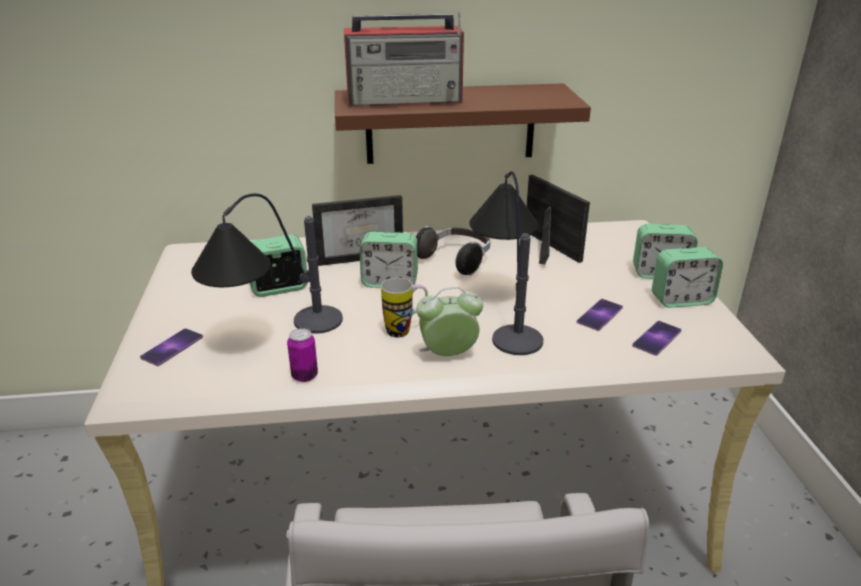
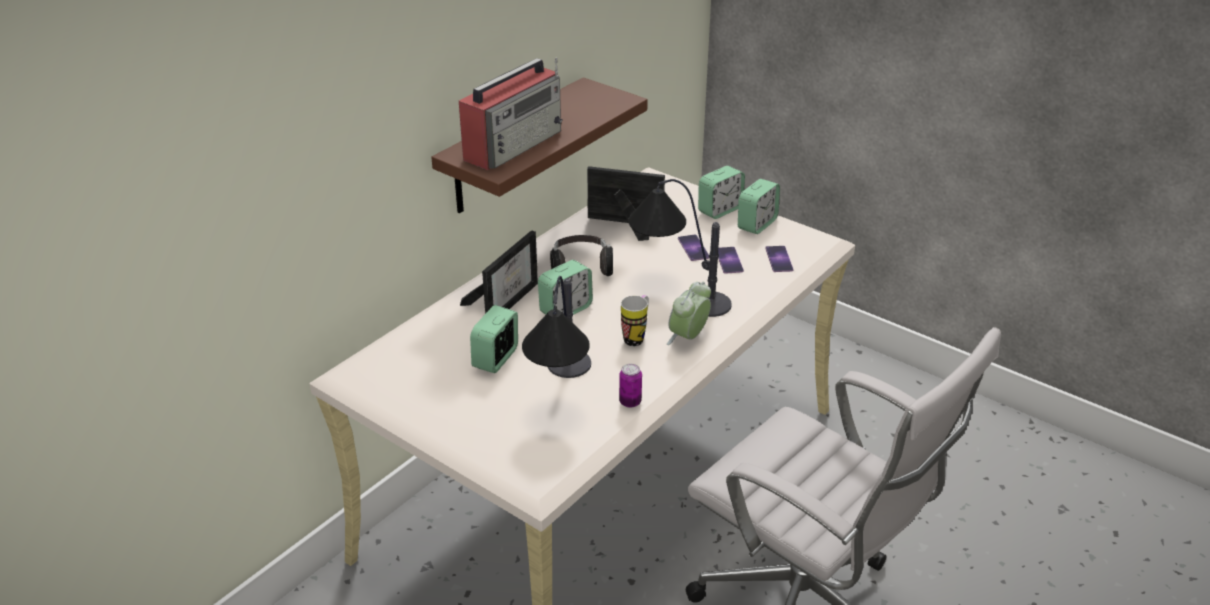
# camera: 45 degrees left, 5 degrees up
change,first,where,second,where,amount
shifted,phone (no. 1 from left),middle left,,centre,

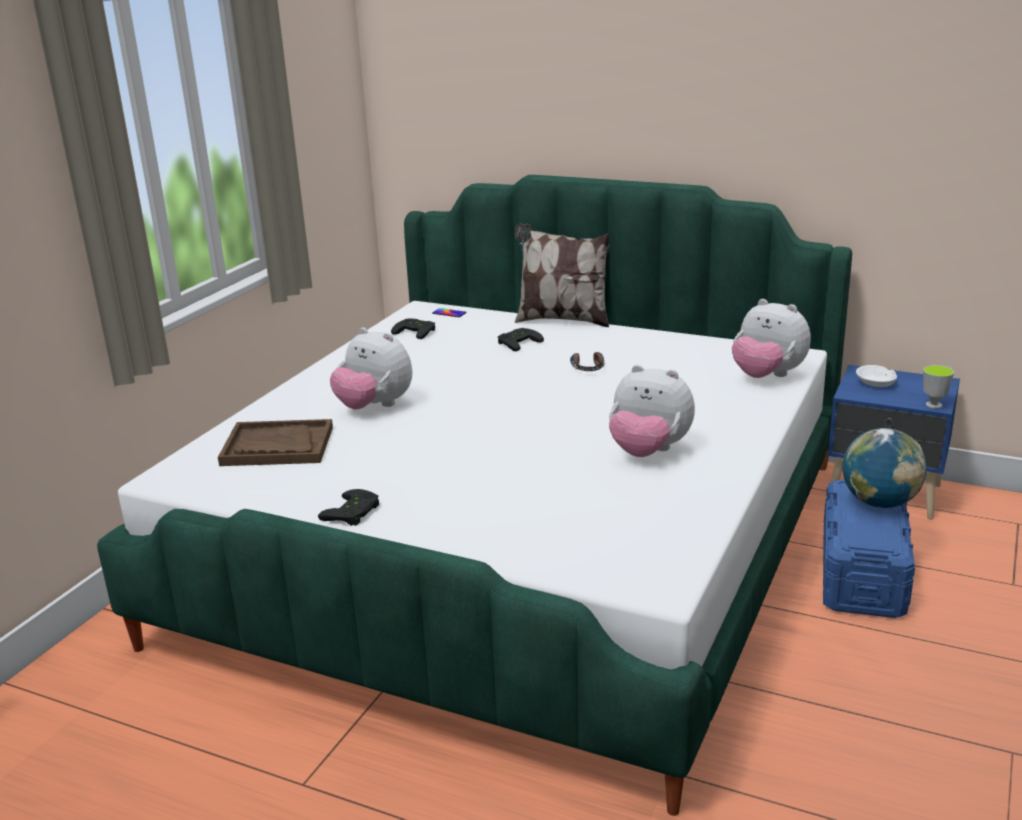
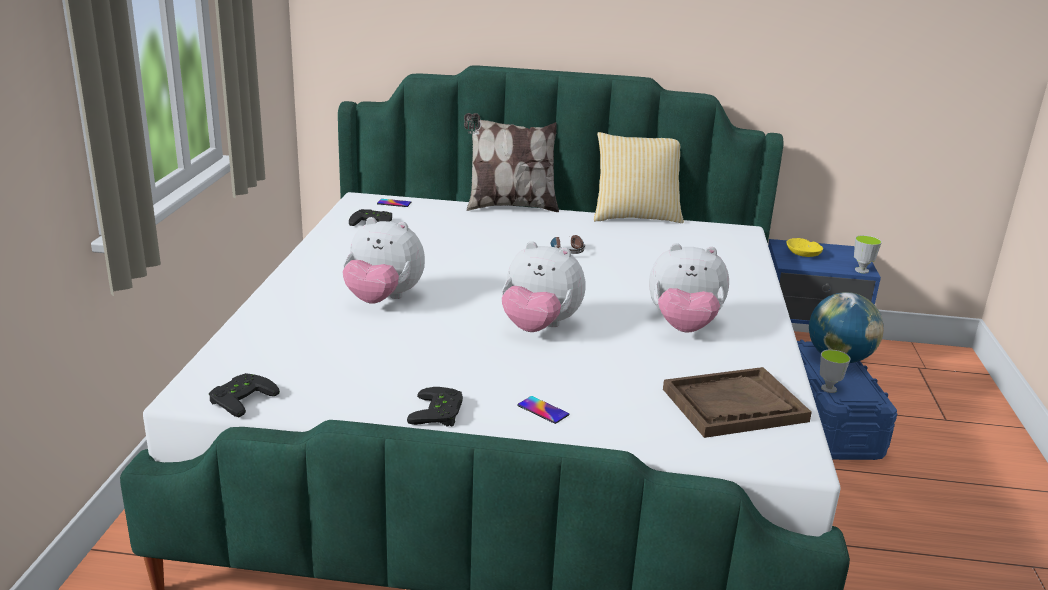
# camera: 20 degrees left, 0 degrees up
change,first,where,second,where,amount
new,,,phone (no. 2 from left),bottom centre,
new,,,pillow (no. 2 from left),top centre,
new,,,cup (no. 1 from left),middle right,
shifted,brown tray,middle left,,bottom right,
shifted,black game controller (no. 3 from left in the first image),centre,black game controller (no. 1 from left),bottom left,
shifted,plush toy (no. 3 from left in the first image),middle right,plush toy (no. 2 from left),centre,
repainted,white bowl,middle right,yellow bowl,middle right,

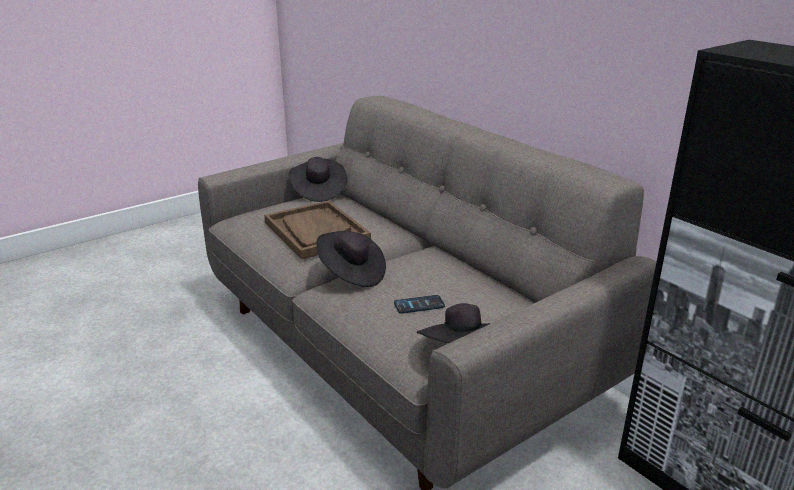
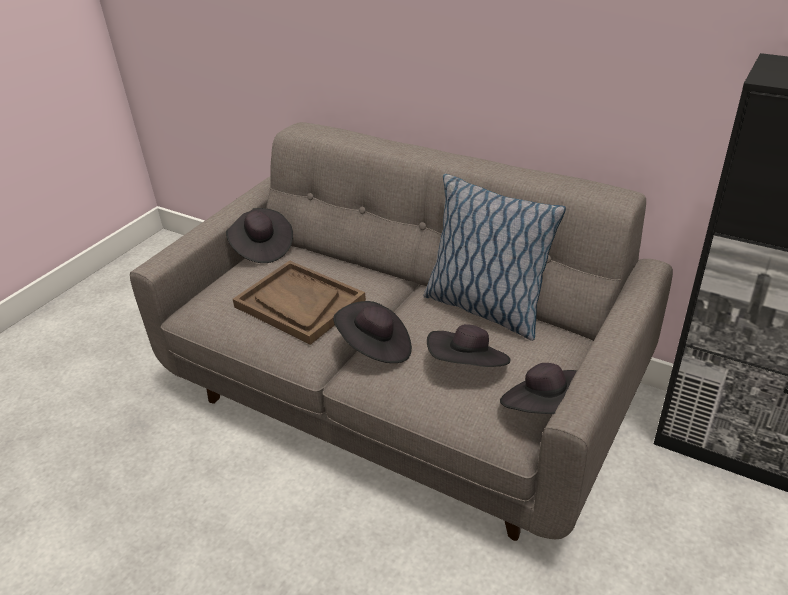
# camera: 20 degrees left, 10 degrees up
change,first,where,second,where,amount
new,,,pillow,centre,
swapped,phone,centre,black hat (no. 3 from left),centre,

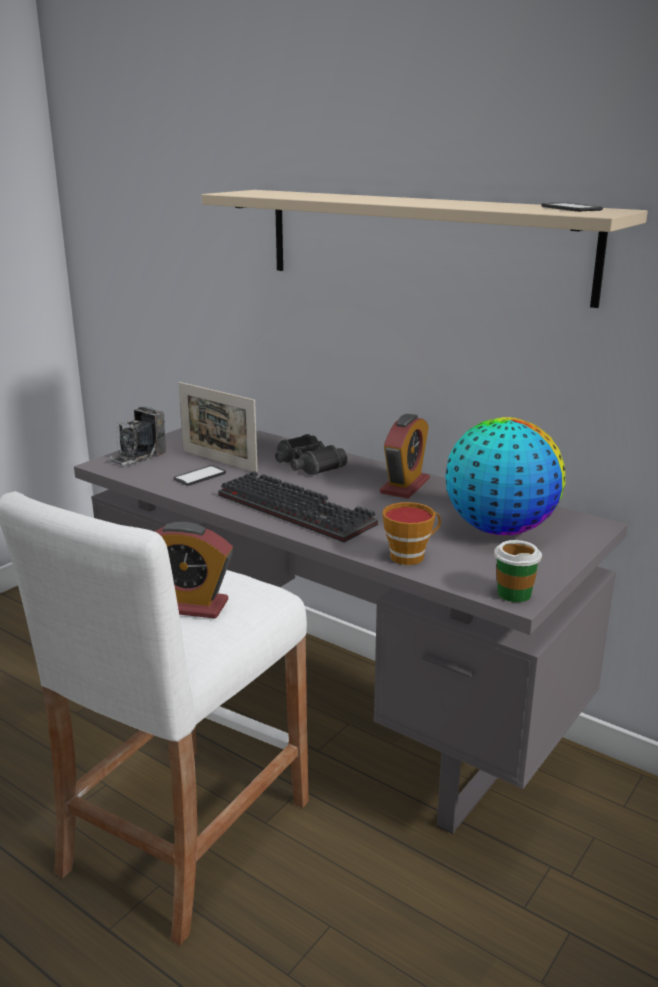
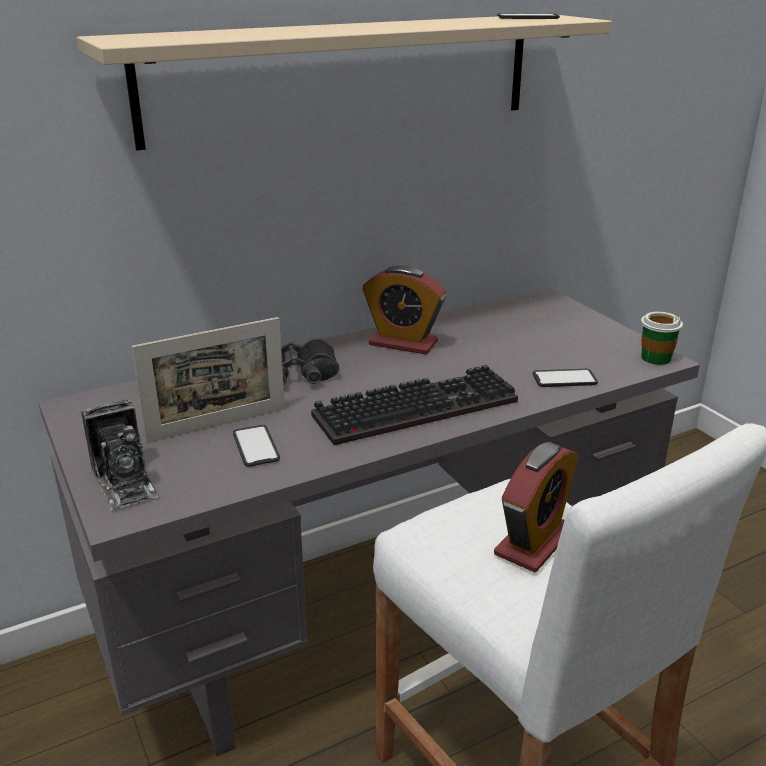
# camera: 65 degrees left, 5 degrees up
change,first,where,second,where,amount
gone,globe,middle right,,,
swapped,cup (no. 1 from left),centre,phone (no. 3 from left),middle right,
rotated,alarm clock (no. 2 from left in the first image),centre,alarm clock (no. 1 from left),centre,150 degrees clockwise

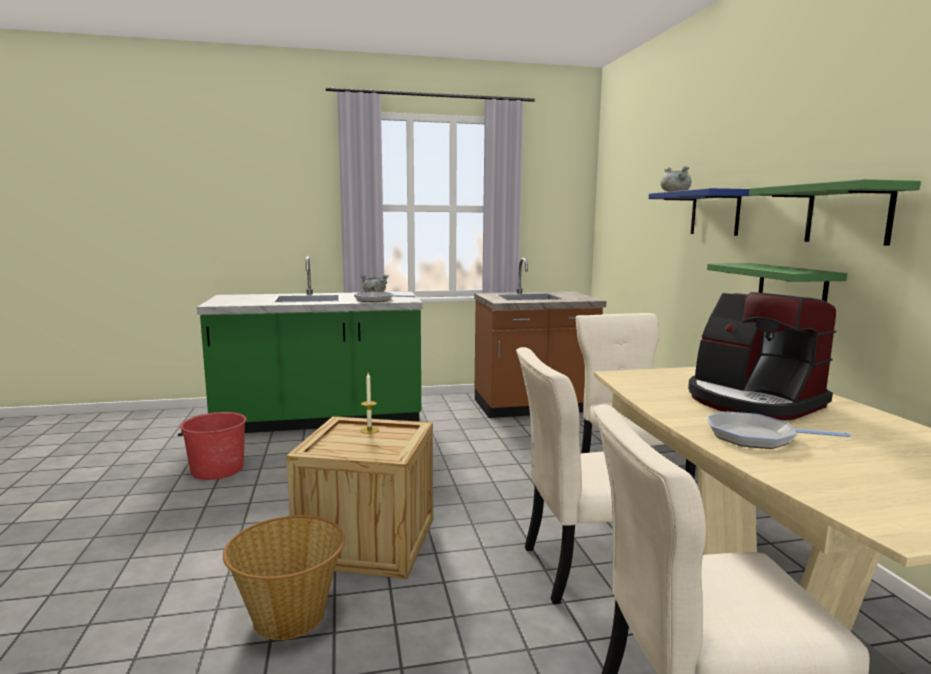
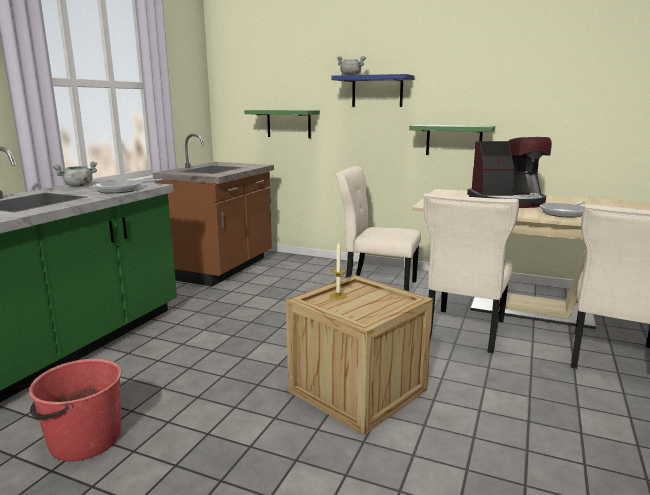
# camera: 55 degrees left, 5 degrees up
change,first,where,second,where,amount
gone,basket,bottom left,,,
shifted,green shelf (no. 2 from left in the first image),top right,green shelf (no. 1 from left),top centre,

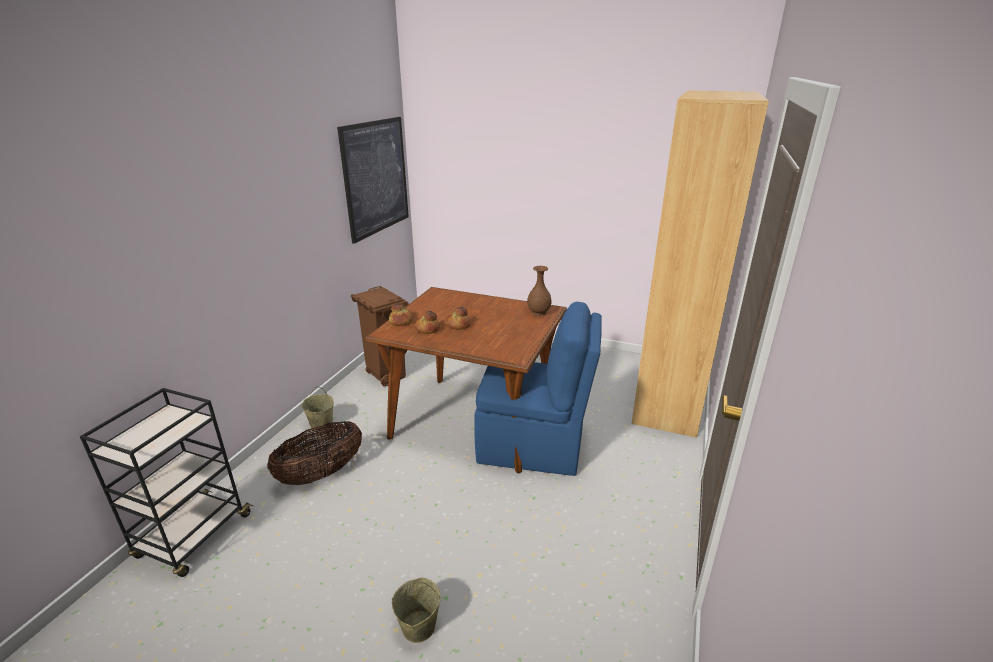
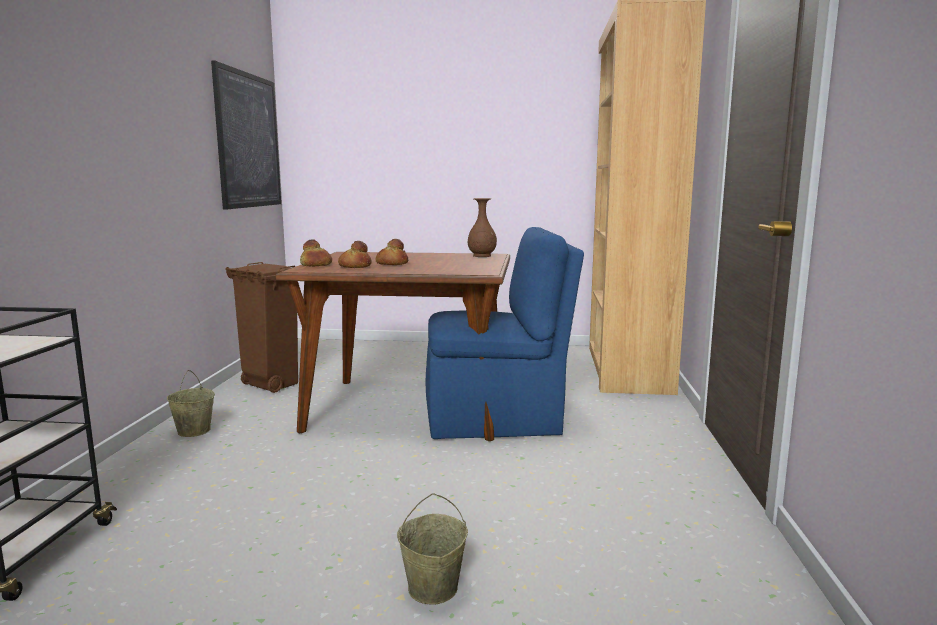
# camera: 15 degrees left, 15 degrees down
change,first,where,second,where,amount
gone,basket,bottom left,,,

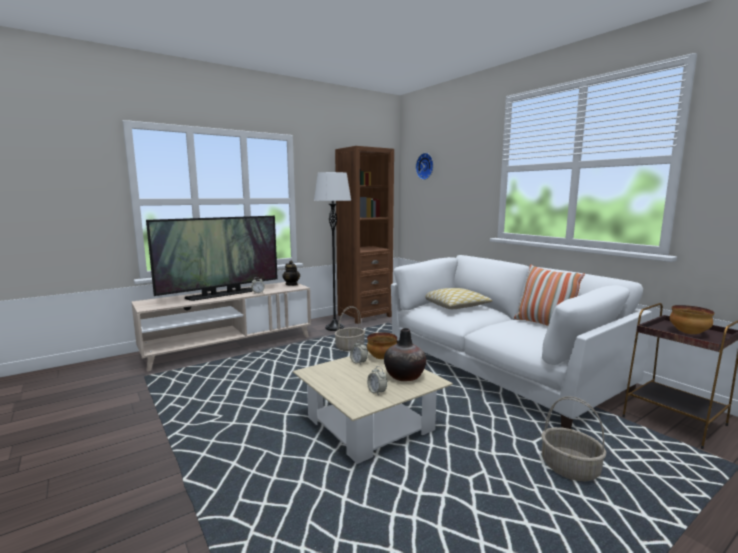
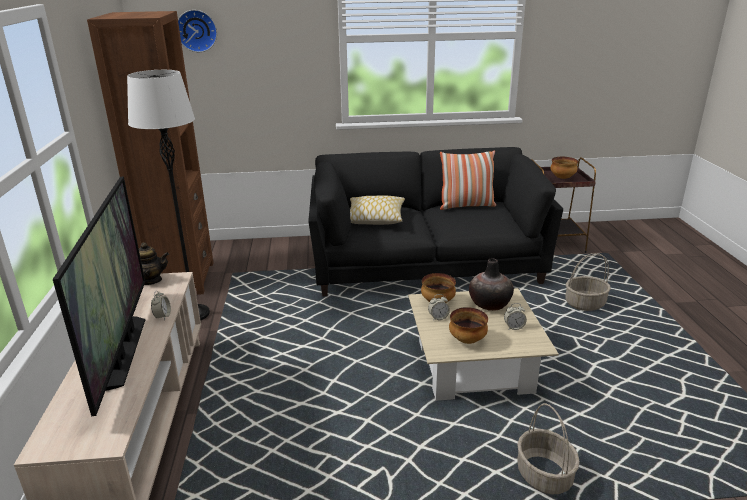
# camera: 60 degrees left, 15 degrees up
change,first,where,second,where,amount
new,,,bowl (no. 2 from left),centre,
shifted,basket (no. 1 from left),centre,,bottom right,
repainted,white sofa,middle right,black sofa,centre,

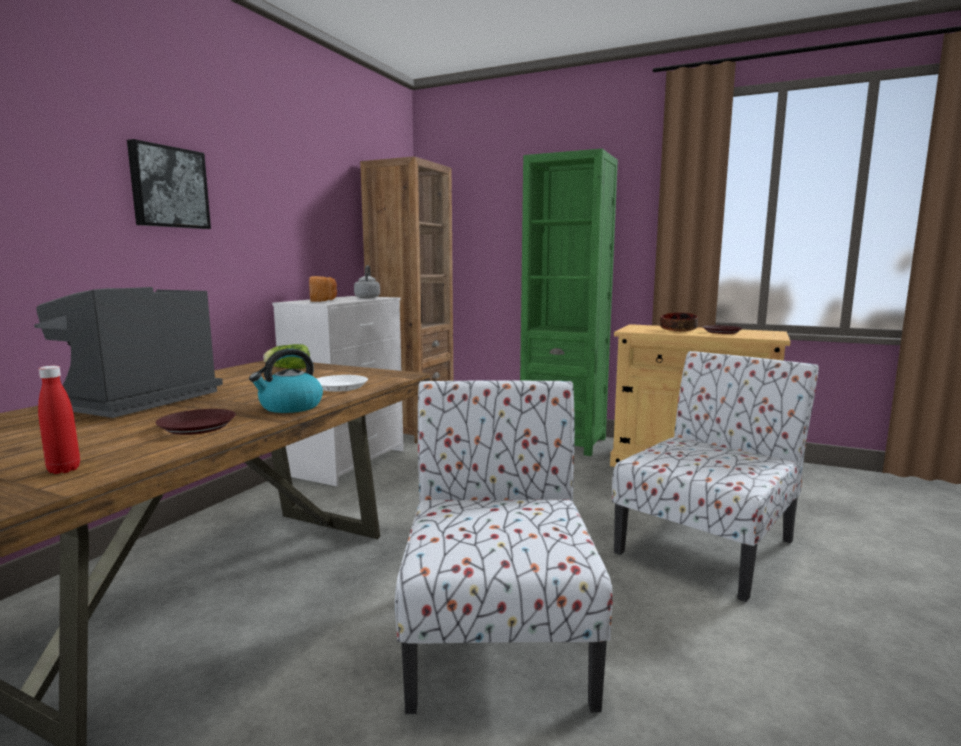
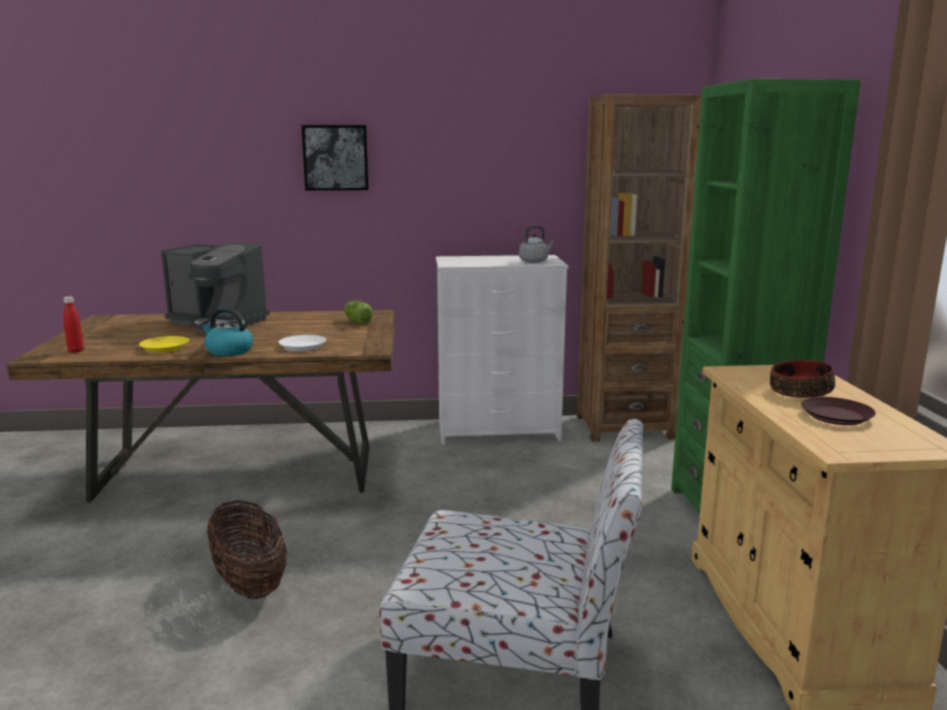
# camera: 60 degrees right, 5 degrees up
change,first,where,second,where,amount
gone,bread,centre,,,
swapped,chair (no. 1 from left),bottom centre,basket,bottom left,
repainted,brown plate (no. 1 from left),middle left,yellow plate,middle left,
rotated,coffee machine,middle left,,middle left,150 degrees counterclockwise

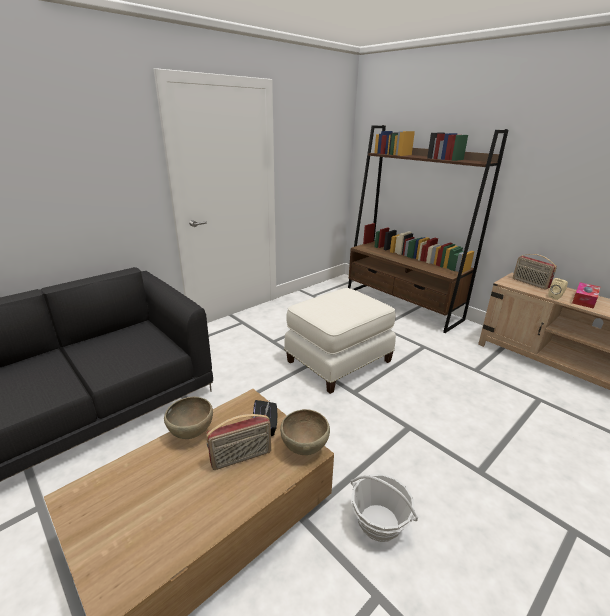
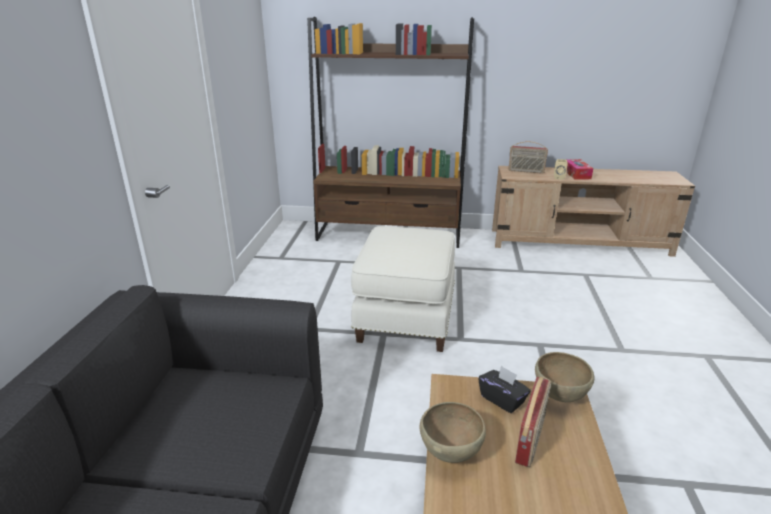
# camera: 40 degrees left, 0 degrees up
change,first,where,second,where,amount
gone,basket,bottom centre,,,

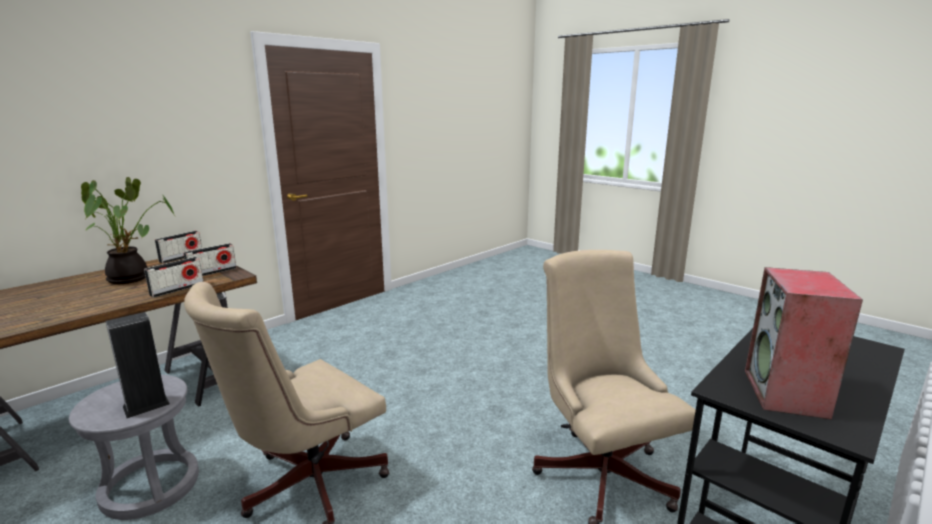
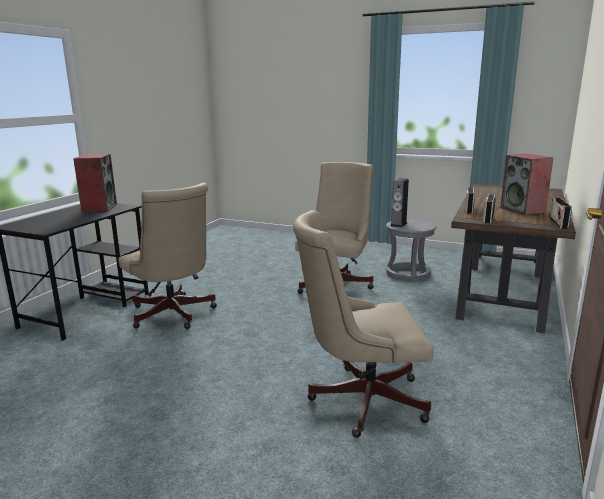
# camera: 160 degrees right, 0 degrees up
change,first,where,second,where,amount
new,,,beige office chair (no. 3 from left),centre,
swapped,potted plant,middle left,speaker (no. 3 from left),middle right,

